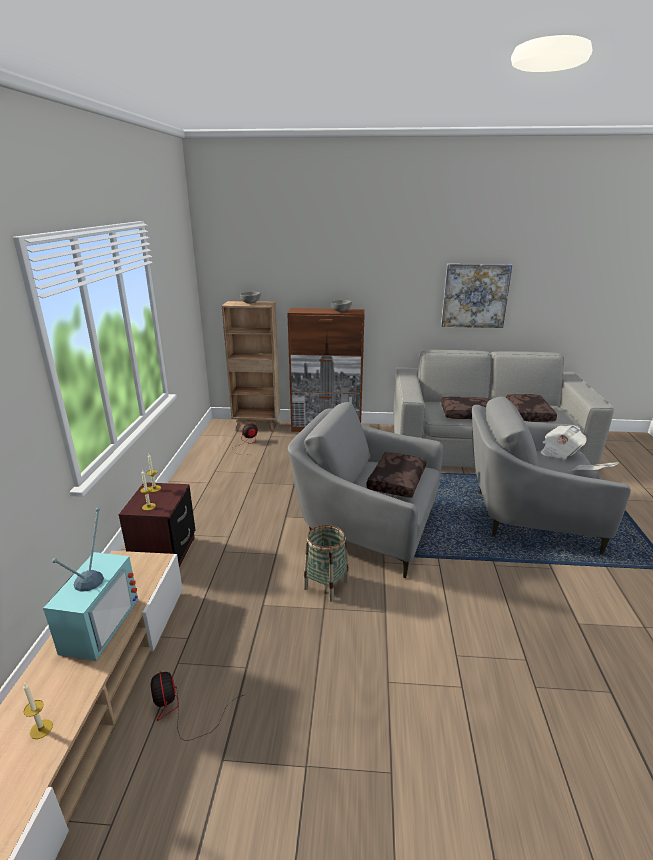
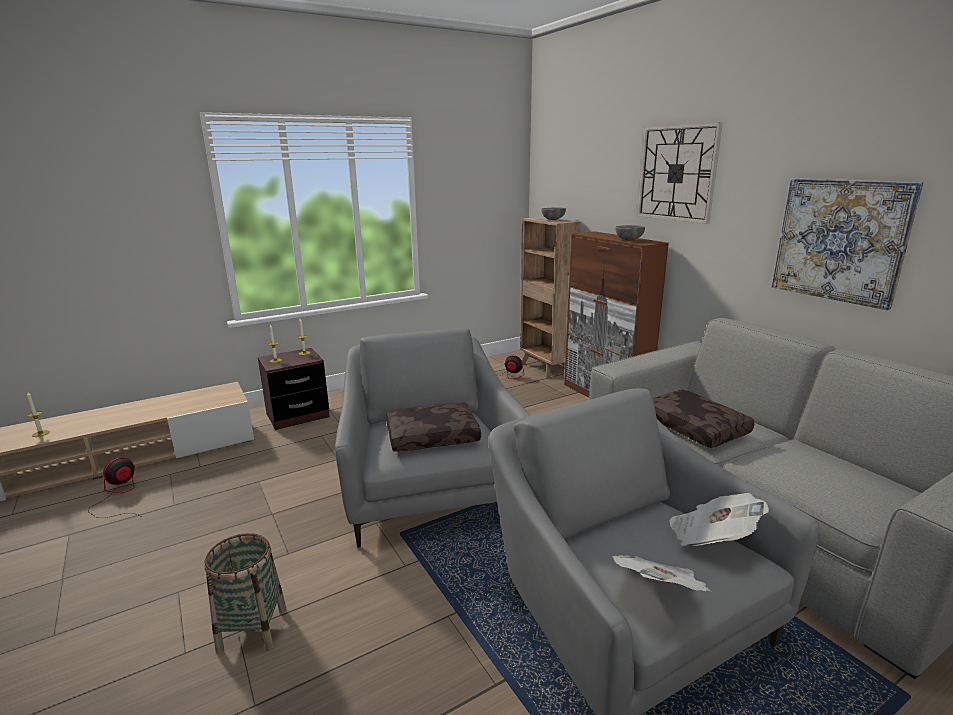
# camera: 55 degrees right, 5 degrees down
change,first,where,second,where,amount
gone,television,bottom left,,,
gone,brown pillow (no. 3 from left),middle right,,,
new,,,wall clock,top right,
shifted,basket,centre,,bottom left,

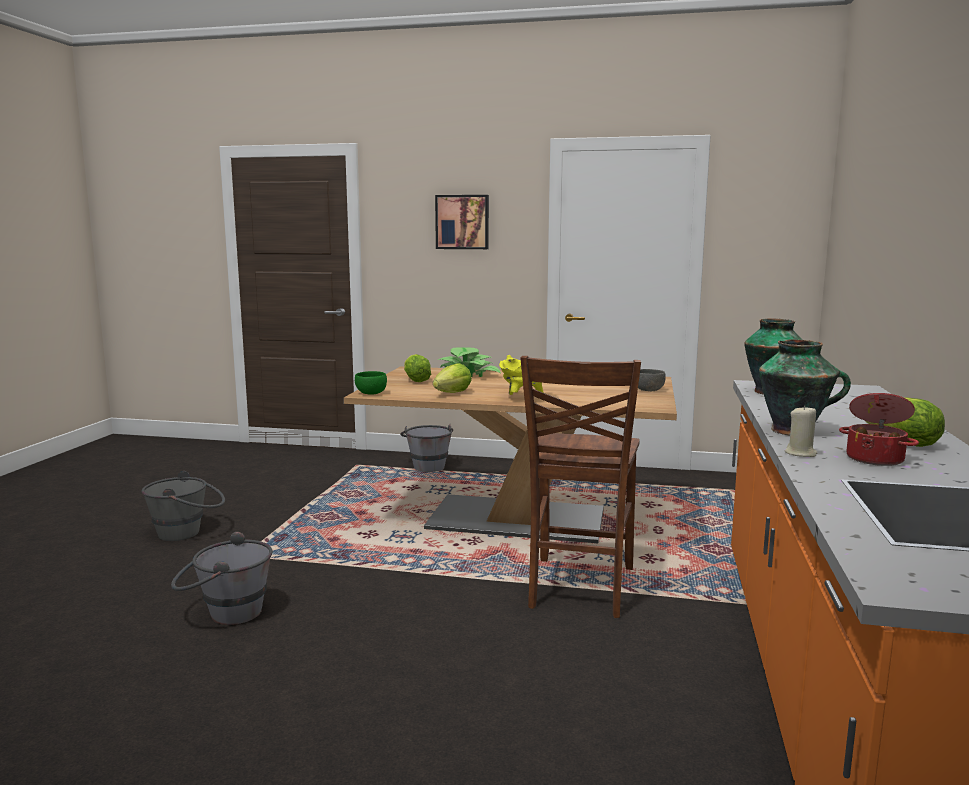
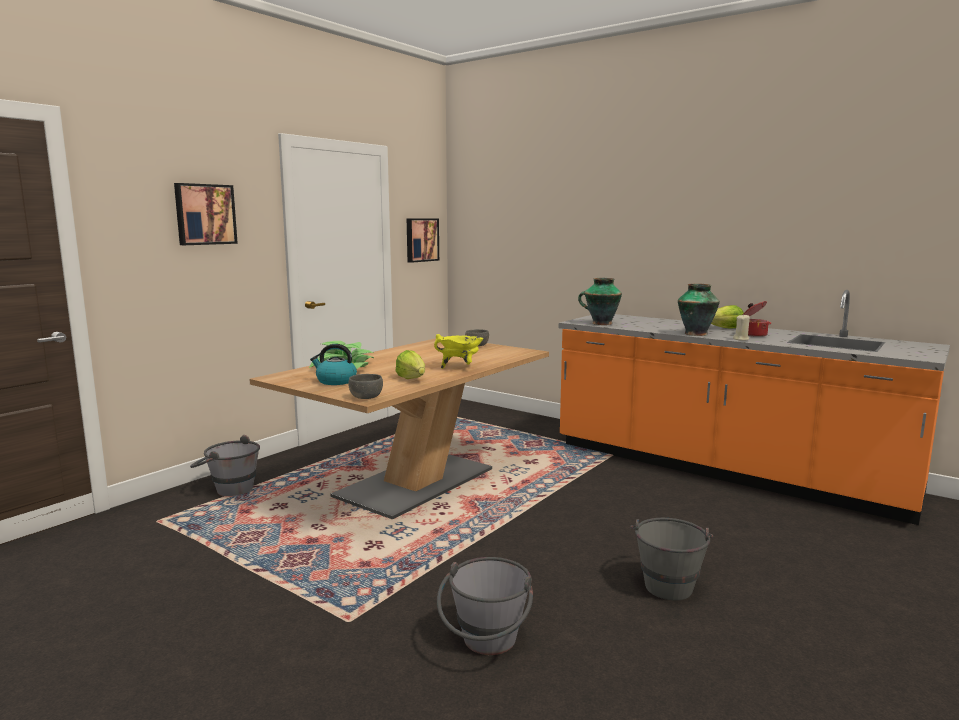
# camera: 65 degrees left, 0 degrees up
change,first,where,second,where,amount
gone,brown chair,centre,,,
new,,,picture (no. 2 from left),centre,
shifted,grey bucket (no. 1 from left in the first image),middle left,grey bucket (no. 3 from left),bottom right,
swapped,lettuce (no. 1 from left),centre,kettle,centre,
repainted,green bowl,centre,grey bowl (no. 1 from left),centre,

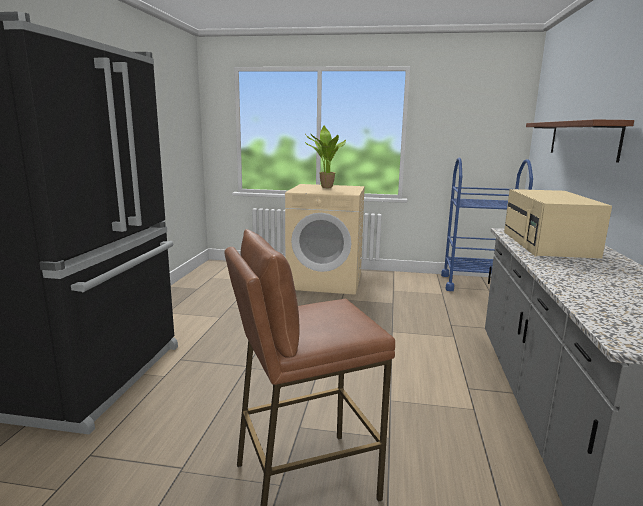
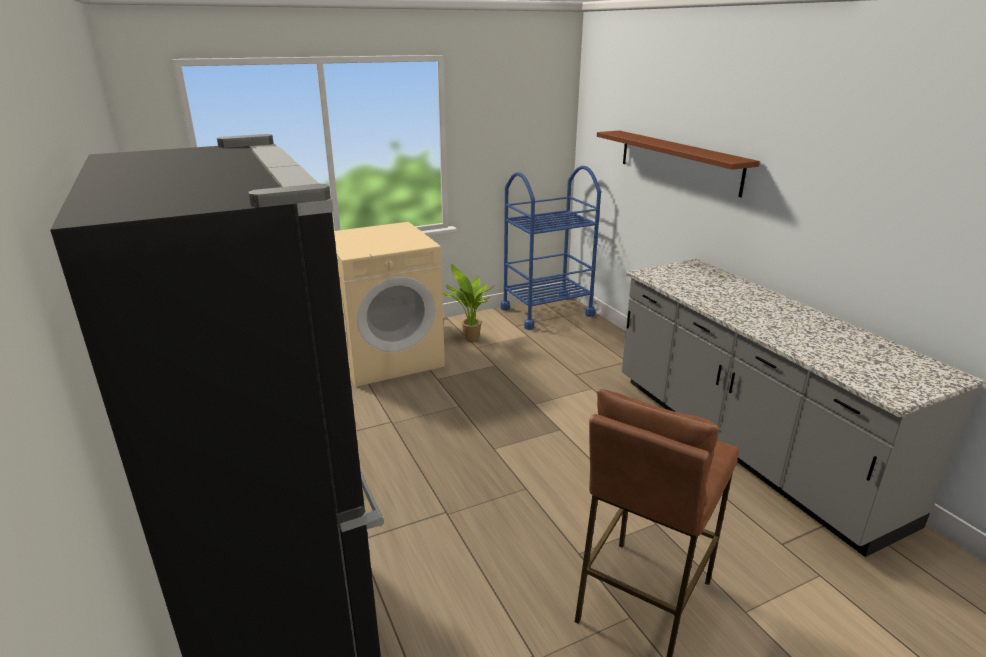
# camera: 35 degrees left, 10 degrees up
change,first,where,second,where,amount
gone,beige microwave,middle right,,,
shifted,potted plant,top centre,,centre,

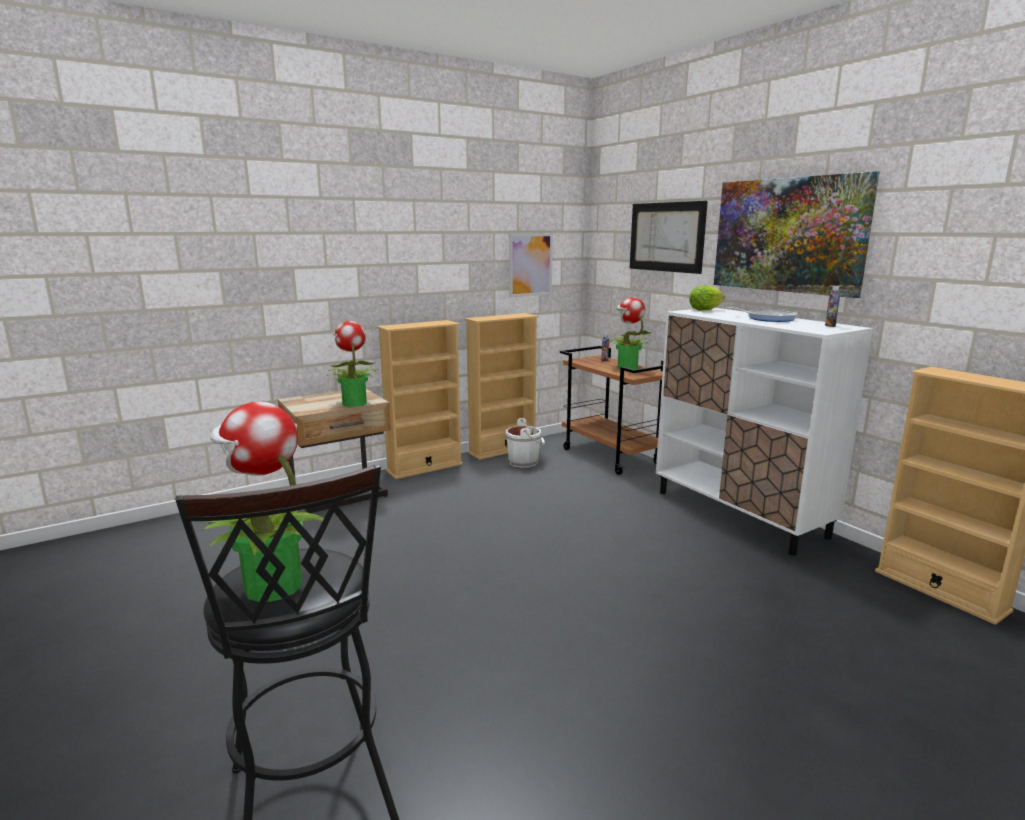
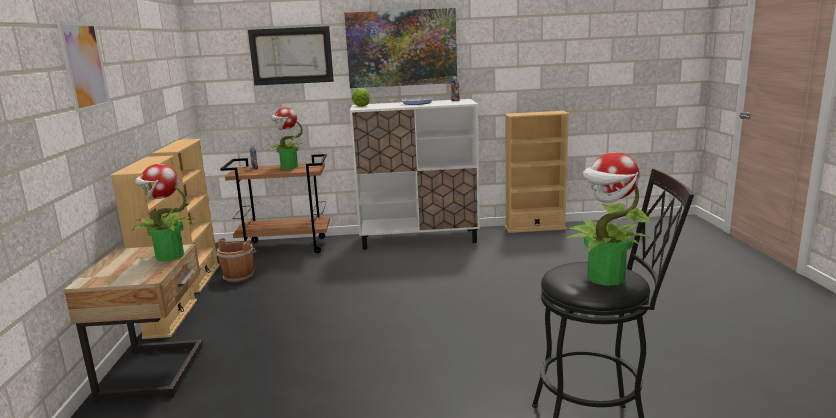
# camera: 60 degrees left, 0 degrees up
change,first,where,second,where,amount
shifted,picture (no. 1 from left),top centre,,top left,
repainted,white bucket,centre,brown bucket,middle left,

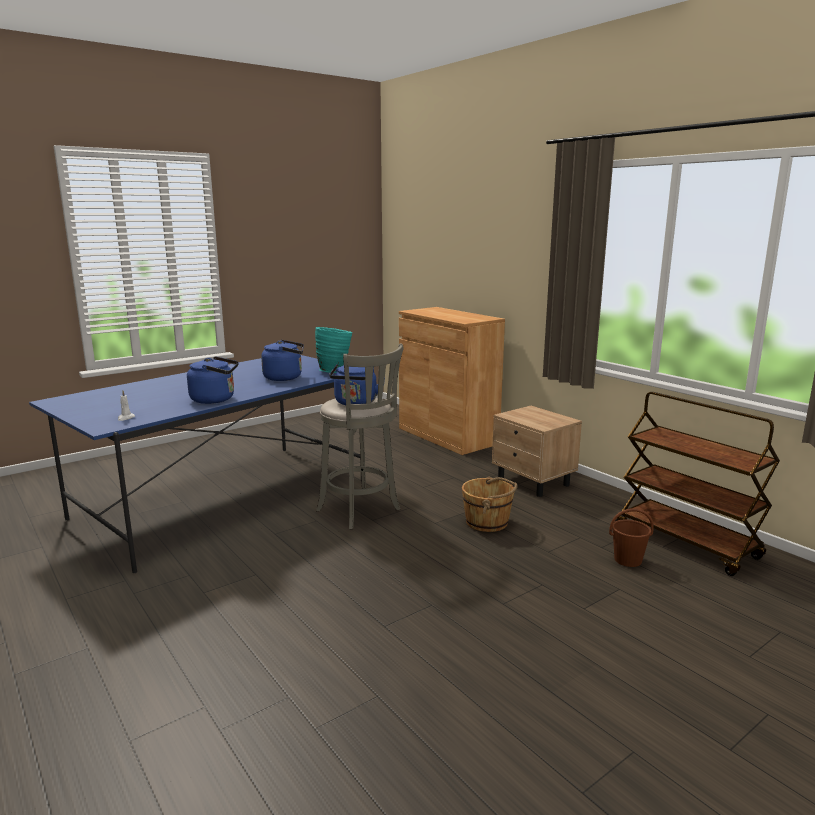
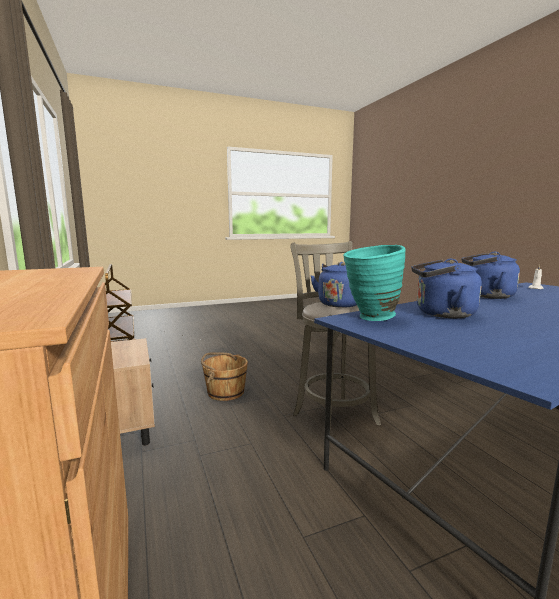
# camera: 165 degrees left, 5 degrees down
change,first,where,second,where,amount
gone,brown bucket (no. 2 from left),middle right,,,

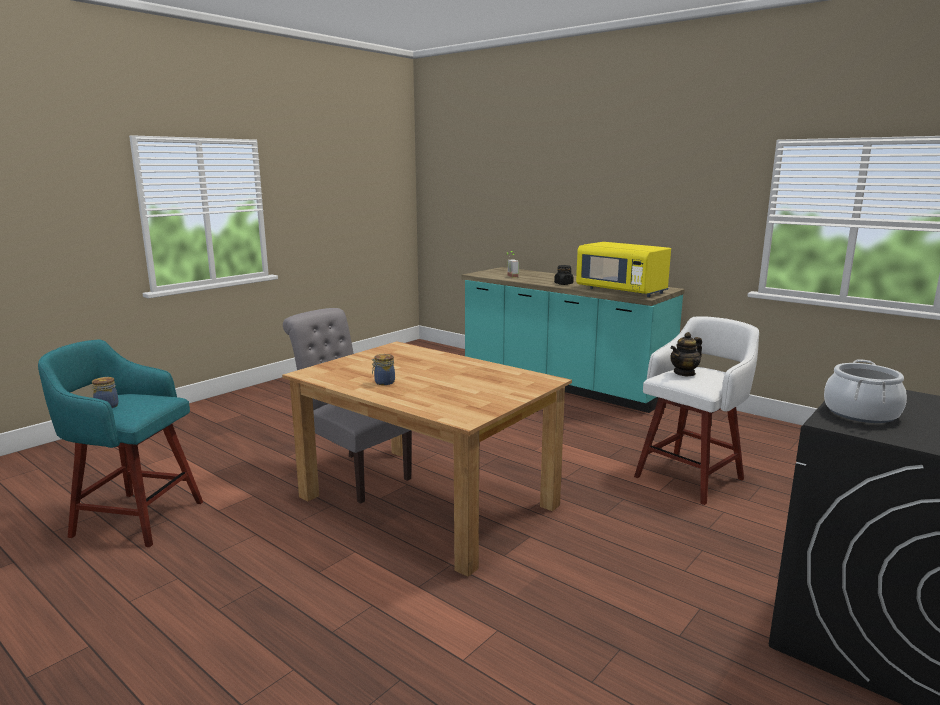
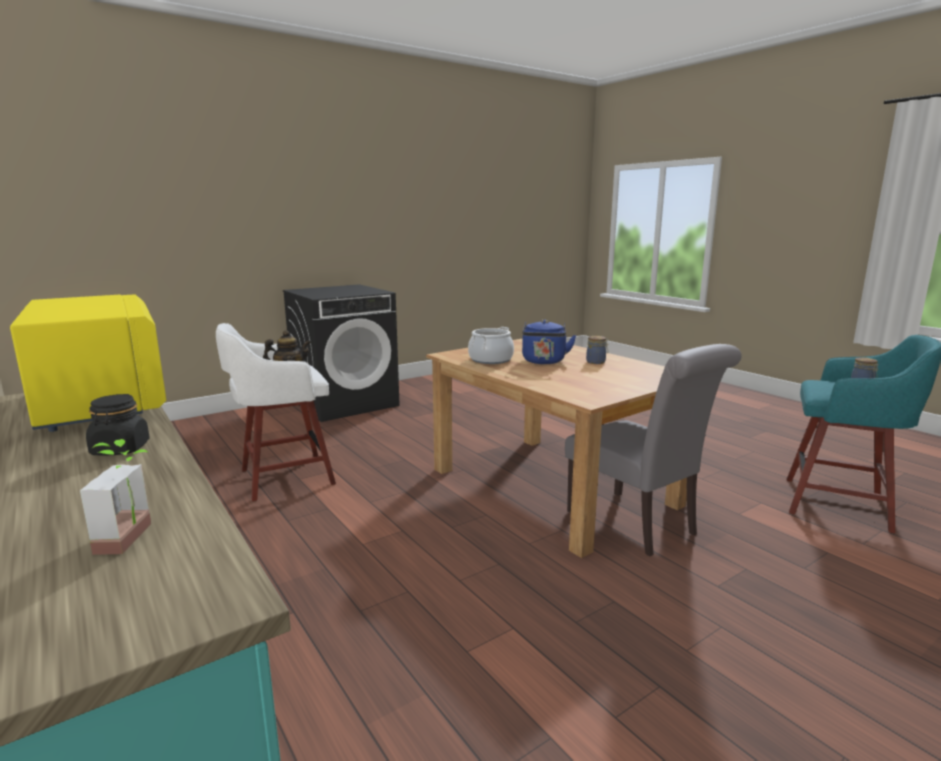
# camera: 165 degrees left, 0 degrees up
change,first,where,second,where,amount
new,,,blue kettle,centre,
shifted,cooking pot,middle right,,centre,

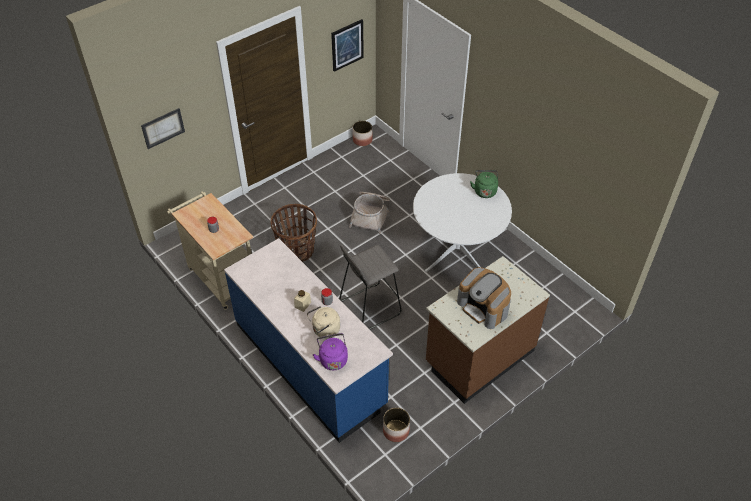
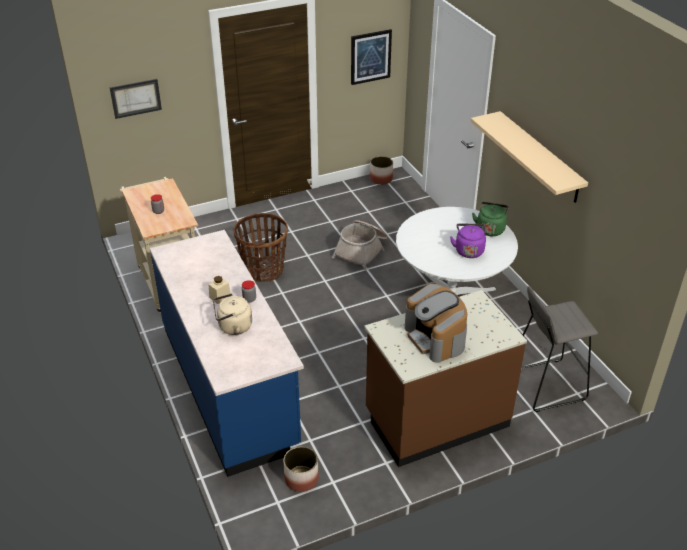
# camera: 15 degrees right, 10 degrees down
change,first,where,second,where,amount
new,,,beige shelf,top right,
shifted,purple kettle,bottom centre,,middle right,
shifted,grey stool,centre,,middle right,

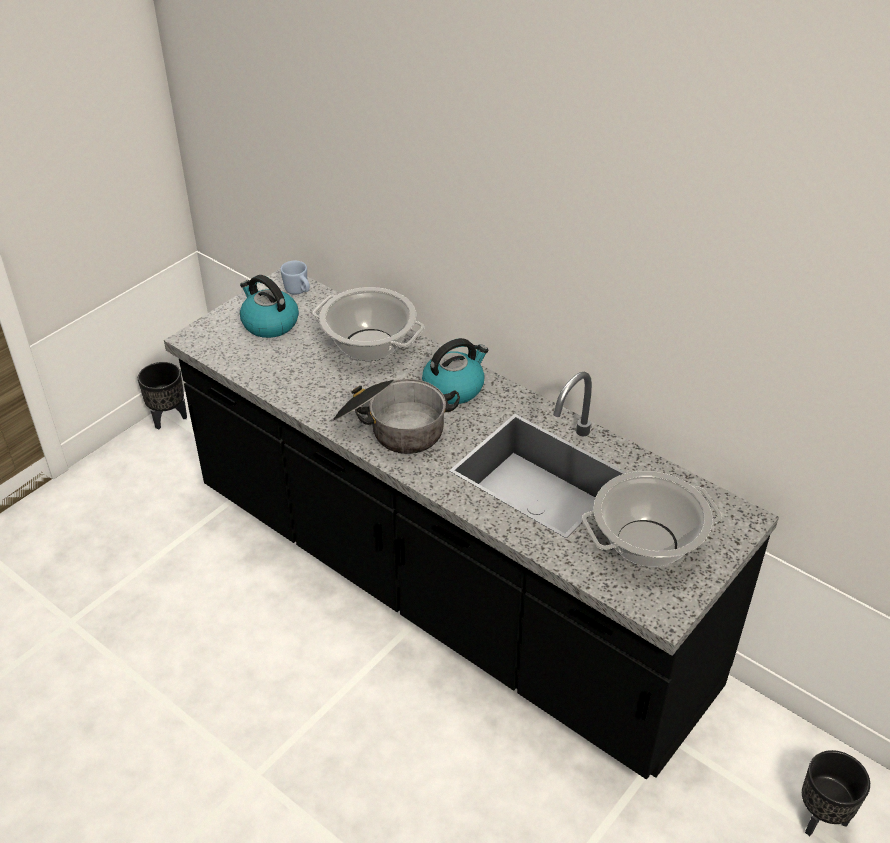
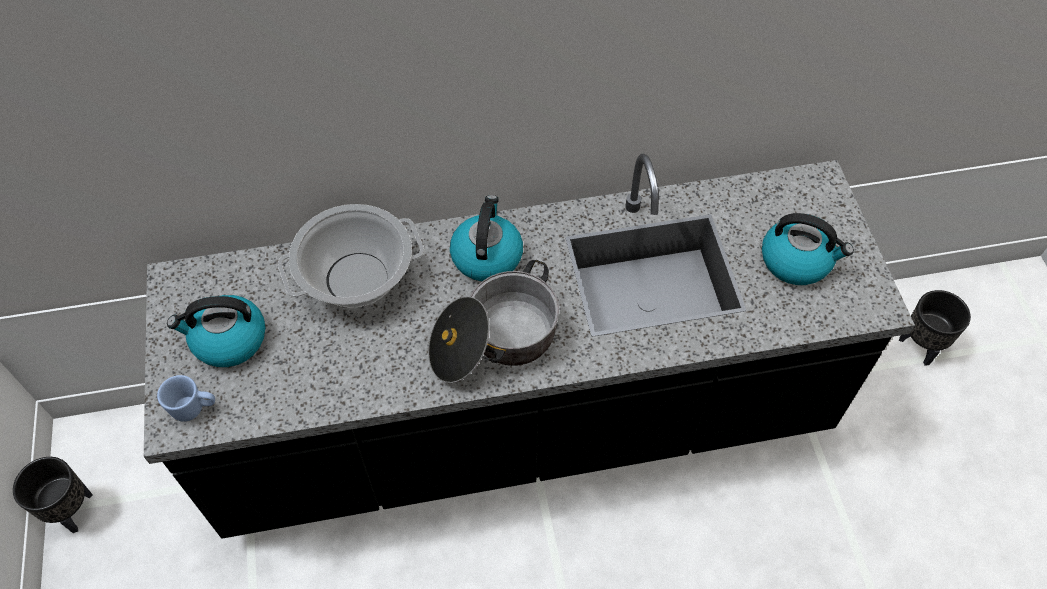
# camera: 50 degrees left, 15 degrees up
change,first,where,second,where,amount
shifted,blue mug,top left,,bottom left,
swapped,cooking pot (no. 3 from left),middle right,kettle (no. 3 from left),middle right,

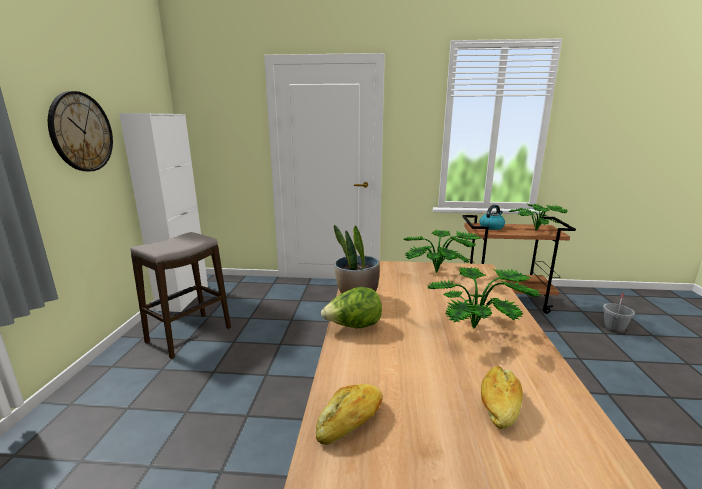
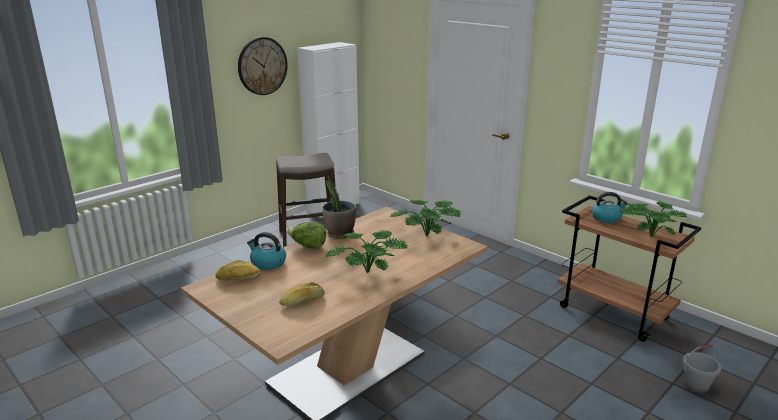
# camera: 40 degrees right, 5 degrees up
change,first,where,second,where,amount
new,,,kettle (no. 1 from left),centre,

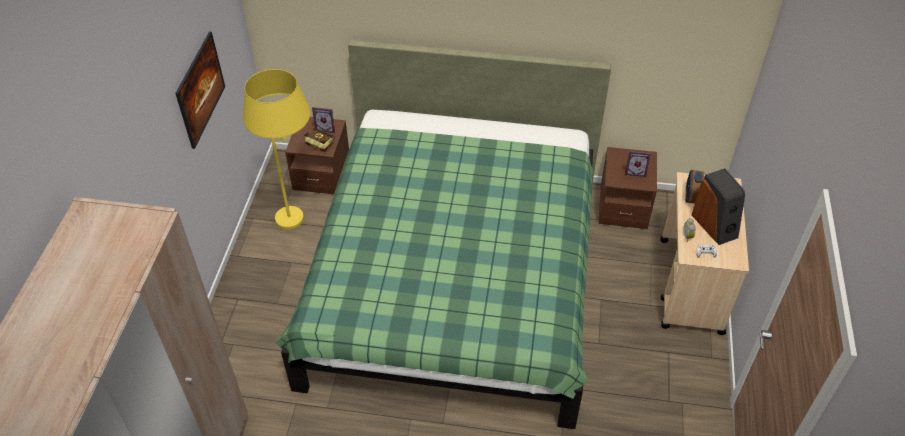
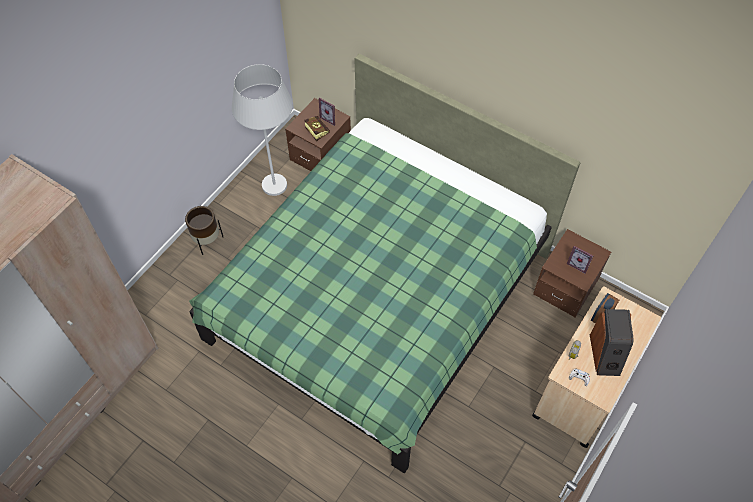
# camera: 25 degrees right, 10 degrees up
change,first,where,second,where,amount
gone,picture,top left,,,
new,,,brown planter,middle left,
repainted,yellow floor lamp,middle left,white floor lamp,top centre,

